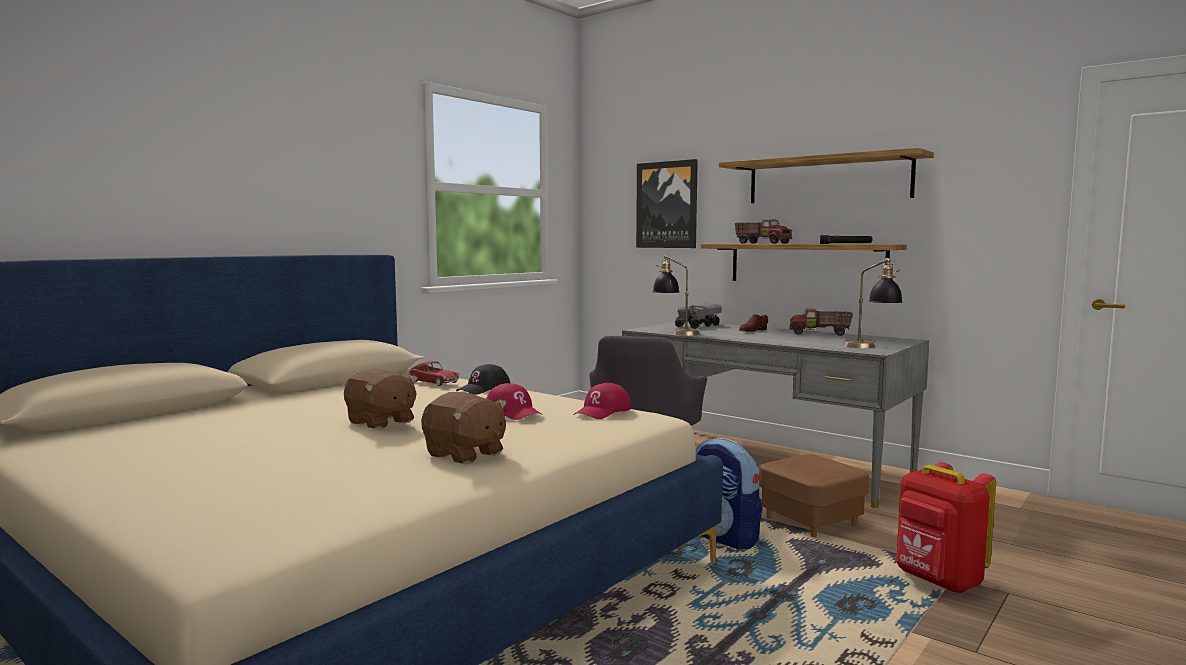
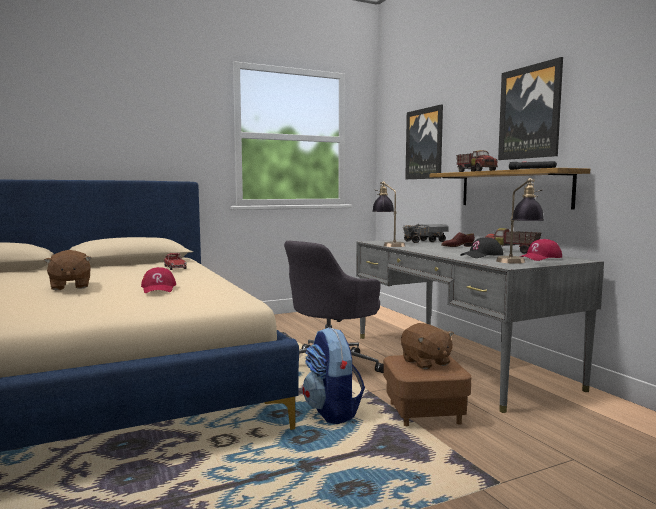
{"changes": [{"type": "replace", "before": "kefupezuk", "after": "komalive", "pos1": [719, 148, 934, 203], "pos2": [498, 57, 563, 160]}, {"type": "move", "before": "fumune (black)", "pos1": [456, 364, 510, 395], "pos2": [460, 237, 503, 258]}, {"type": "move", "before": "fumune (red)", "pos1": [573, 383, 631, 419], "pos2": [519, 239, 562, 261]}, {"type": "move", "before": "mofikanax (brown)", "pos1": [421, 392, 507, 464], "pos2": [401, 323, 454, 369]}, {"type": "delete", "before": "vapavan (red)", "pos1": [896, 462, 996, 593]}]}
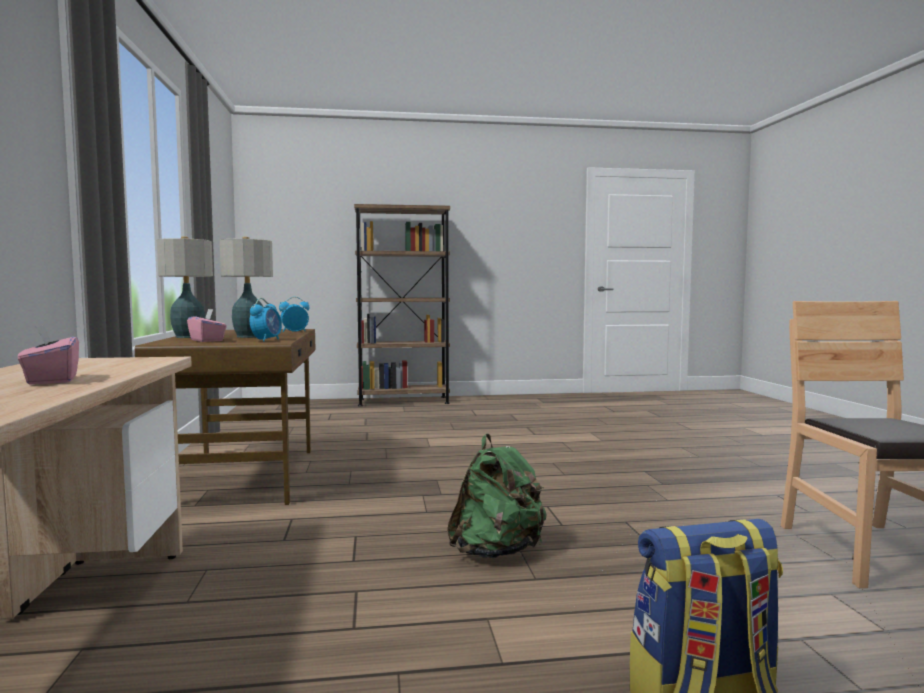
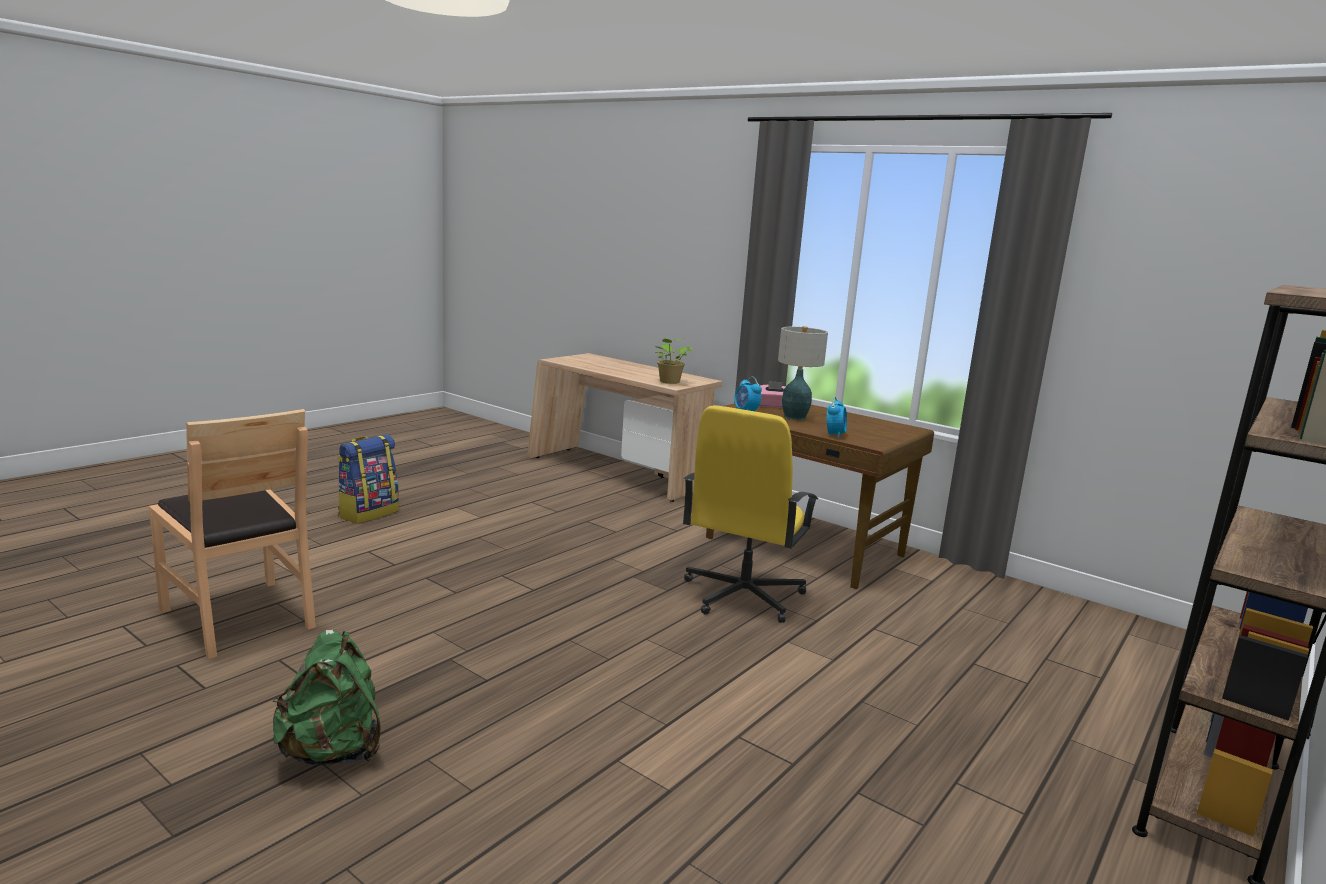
{"changes": [{"type": "delete", "before": "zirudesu", "pos1": [157, 236, 213, 338]}, {"type": "delete", "before": "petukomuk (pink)", "pos1": [18, 325, 79, 385]}, {"type": "move", "before": "vapavan (green)", "pos1": [447, 434, 547, 558], "pos2": [273, 630, 381, 765]}, {"type": "insert", "after": "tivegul", "pos2": [655, 338, 692, 384]}, {"type": "insert", "after": "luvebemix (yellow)", "pos2": [683, 405, 818, 623]}]}
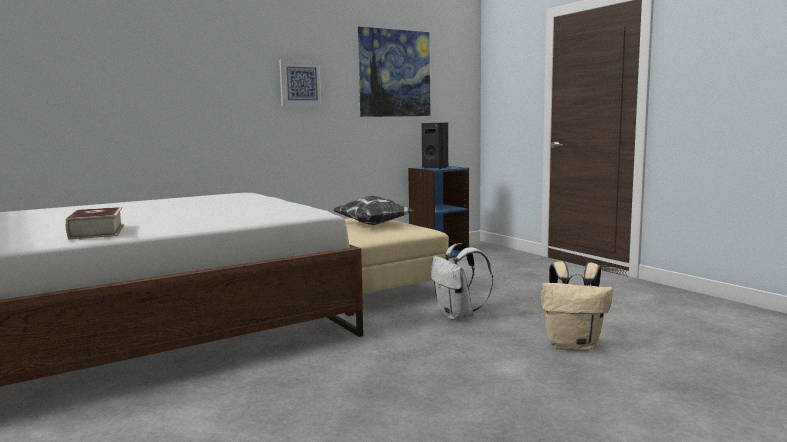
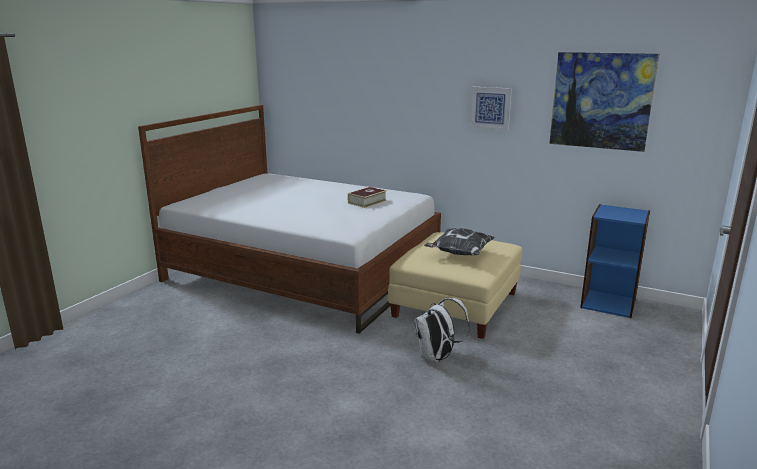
{"changes": [{"type": "delete", "before": "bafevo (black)", "pos1": [422, 123, 448, 169]}, {"type": "move", "before": "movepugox", "pos1": [66, 207, 124, 240], "pos2": [347, 187, 387, 208]}, {"type": "delete", "before": "vapavan (beige)", "pos1": [541, 261, 613, 351]}]}
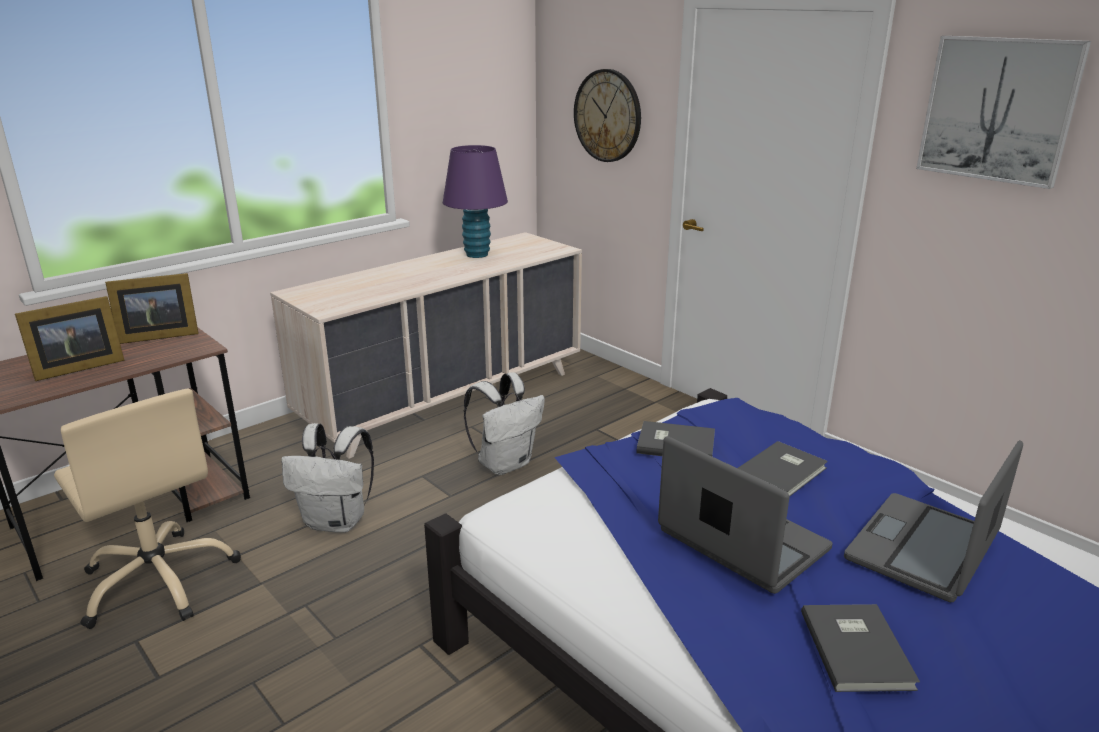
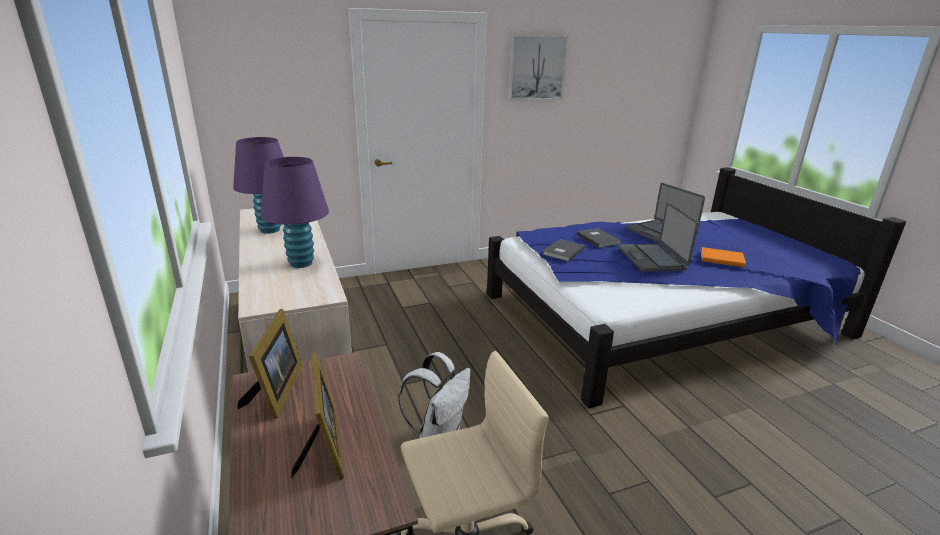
{"changes": [{"type": "delete", "before": "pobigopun", "pos1": [574, 69, 641, 162]}, {"type": "delete", "before": "vapavan (white)", "pos1": [463, 373, 545, 475]}, {"type": "rotate", "before": "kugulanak", "pos1": [658, 436, 833, 594], "pos2": [619, 202, 699, 272], "turn": -75}, {"type": "recolor", "before": "movepugox (grey)", "after": "movepugox (orange)", "pos1": [801, 604, 920, 692], "pos2": [701, 247, 746, 267]}, {"type": "insert", "after": "zirudesu (purple)", "pos2": [261, 157, 329, 268]}]}
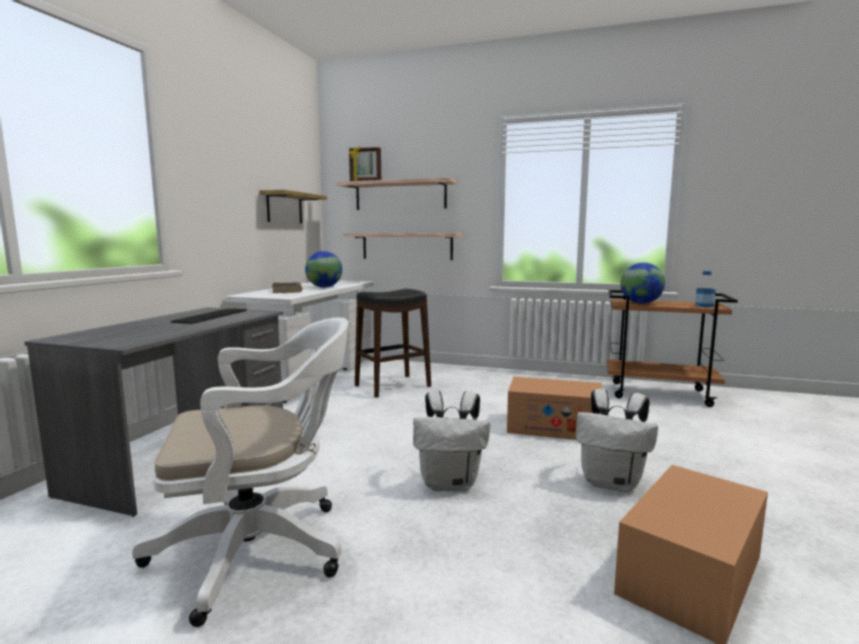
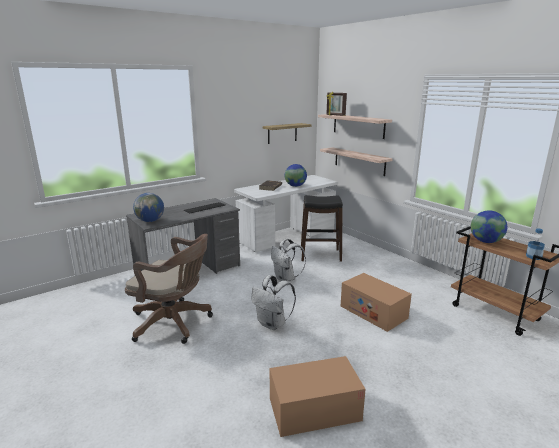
{"changes": [{"type": "recolor", "before": "luvebemix (white)", "after": "luvebemix (brown)", "pos1": [132, 317, 349, 627], "pos2": [125, 234, 213, 344]}, {"type": "move", "before": "vapavan (white)", "pos1": [576, 389, 658, 492], "pos2": [271, 239, 306, 282]}, {"type": "insert", "after": "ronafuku", "pos2": [133, 193, 164, 222]}]}
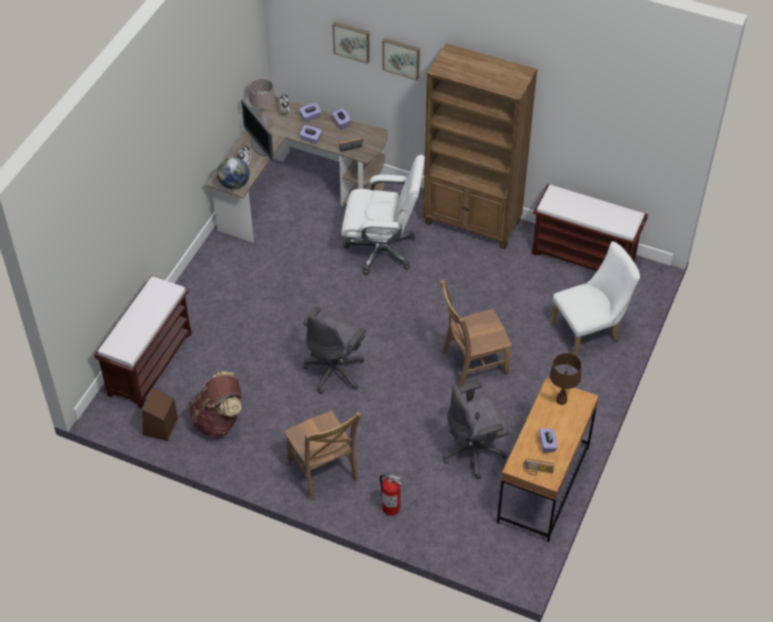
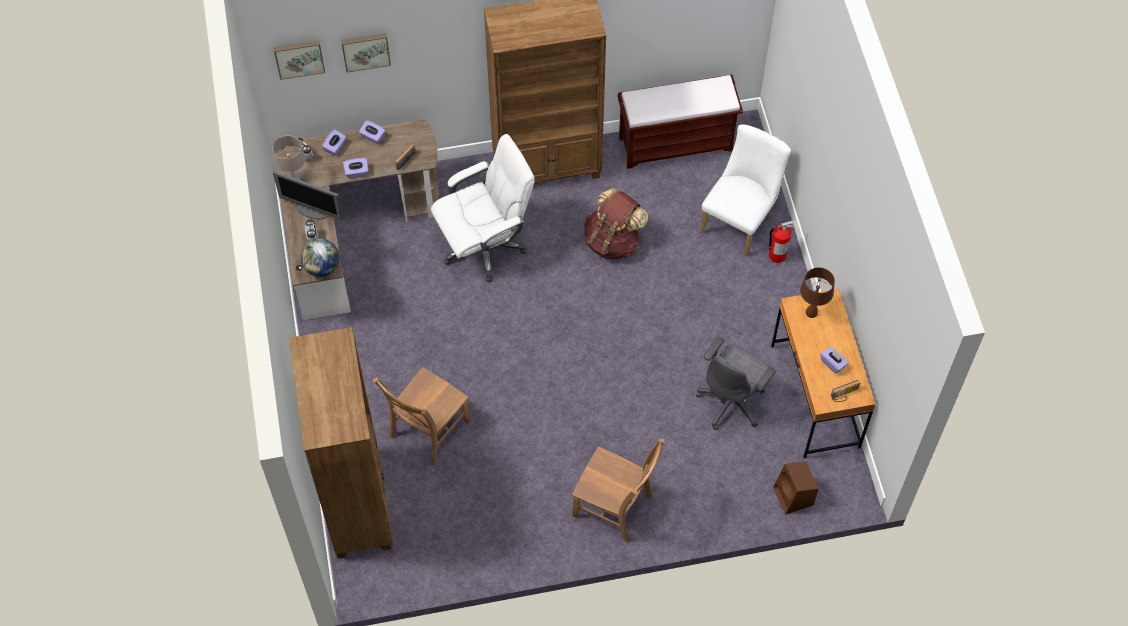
{"changes": [{"type": "move", "before": "komalive", "pos1": [382, 38, 420, 80], "pos2": [273, 40, 325, 80]}, {"type": "replace", "before": "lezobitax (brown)", "after": "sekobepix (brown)", "pos1": [94, 275, 192, 409], "pos2": [289, 327, 393, 558]}, {"type": "move", "before": "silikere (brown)", "pos1": [440, 280, 512, 387], "pos2": [373, 367, 470, 466]}, {"type": "delete", "before": "luvebemix (grey)", "pos1": [303, 307, 366, 394]}, {"type": "move", "before": "vapavan (brown)", "pos1": [189, 371, 242, 438], "pos2": [584, 188, 648, 260]}, {"type": "move", "before": "bafevo (brown)", "pos1": [142, 388, 178, 441], "pos2": [773, 462, 819, 515]}, {"type": "move", "before": "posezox", "pos1": [380, 475, 402, 516], "pos2": [769, 221, 794, 263]}]}
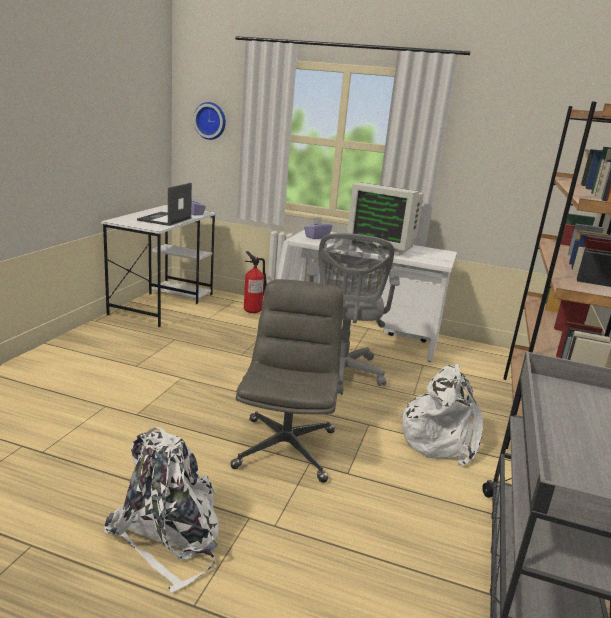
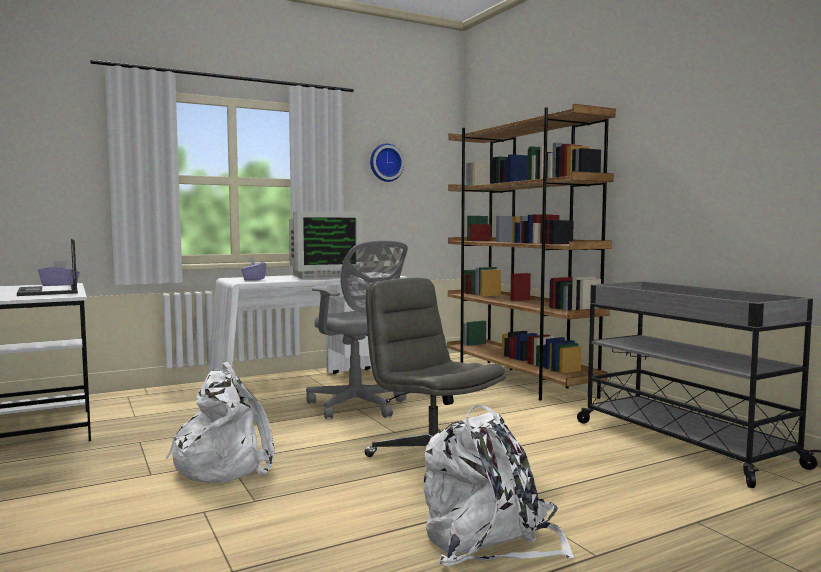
{"changes": [{"type": "move", "before": "pobigopun", "pos1": [193, 102, 226, 140], "pos2": [370, 144, 404, 182]}, {"type": "delete", "before": "posezox", "pos1": [244, 251, 267, 313]}, {"type": "move", "before": "vapavan (white)", "pos1": [399, 364, 483, 466], "pos2": [166, 362, 275, 483]}]}
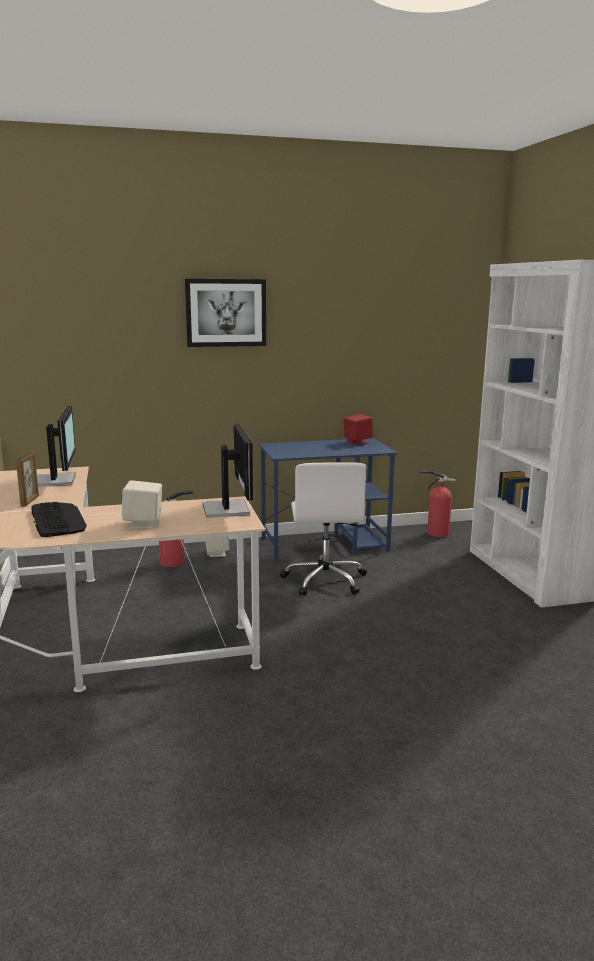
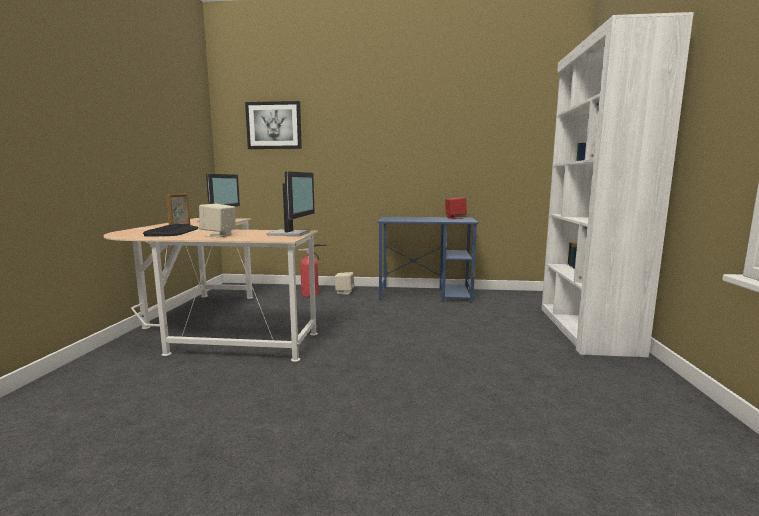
{"changes": [{"type": "move", "before": "komalive", "pos1": [185, 279, 266, 347], "pos2": [245, 101, 302, 149]}, {"type": "delete", "before": "luvebemix (white)", "pos1": [280, 462, 367, 596]}, {"type": "delete", "before": "posezox", "pos1": [420, 469, 456, 537]}]}
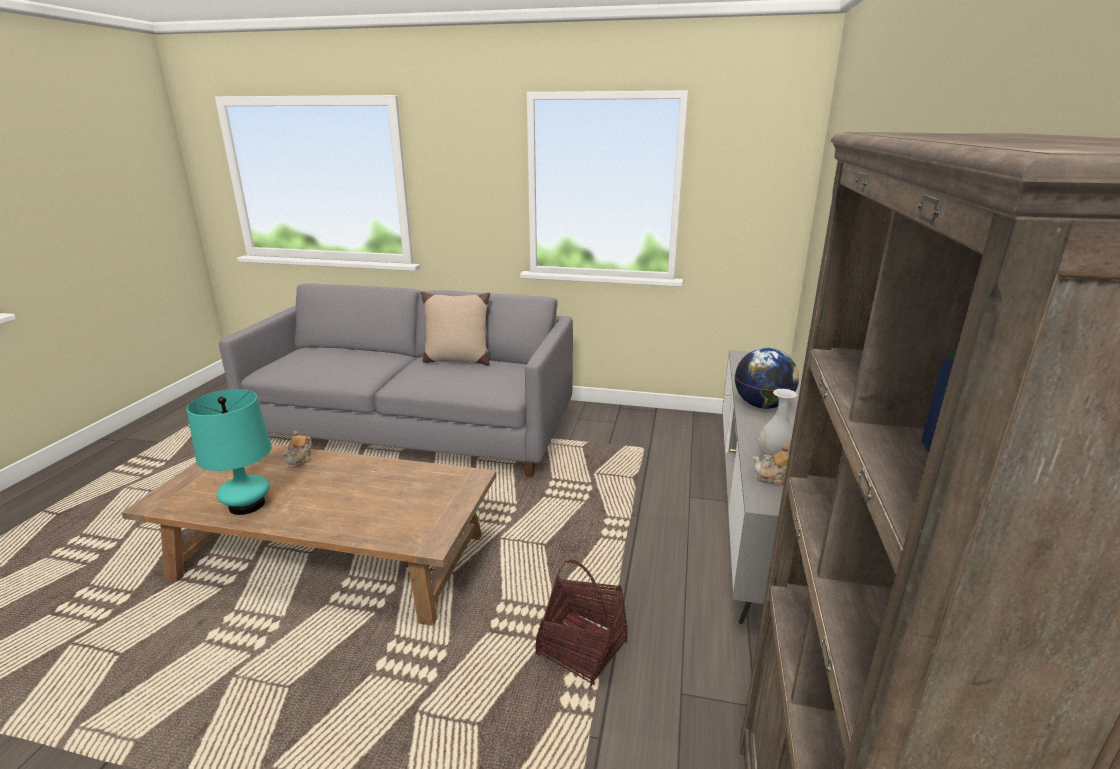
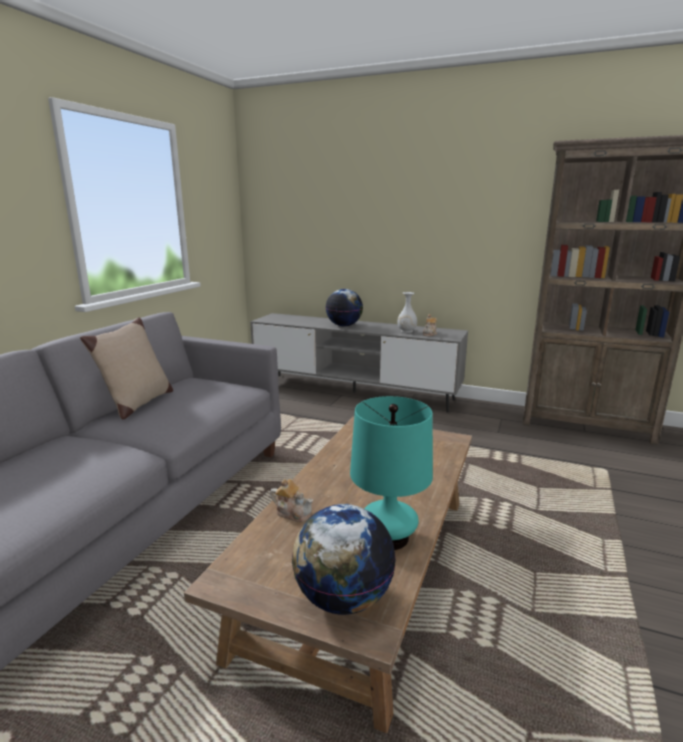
{"changes": [{"type": "delete", "before": "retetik", "pos1": [535, 560, 628, 686]}, {"type": "insert", "after": "ronafuku", "pos2": [292, 504, 396, 615]}]}
